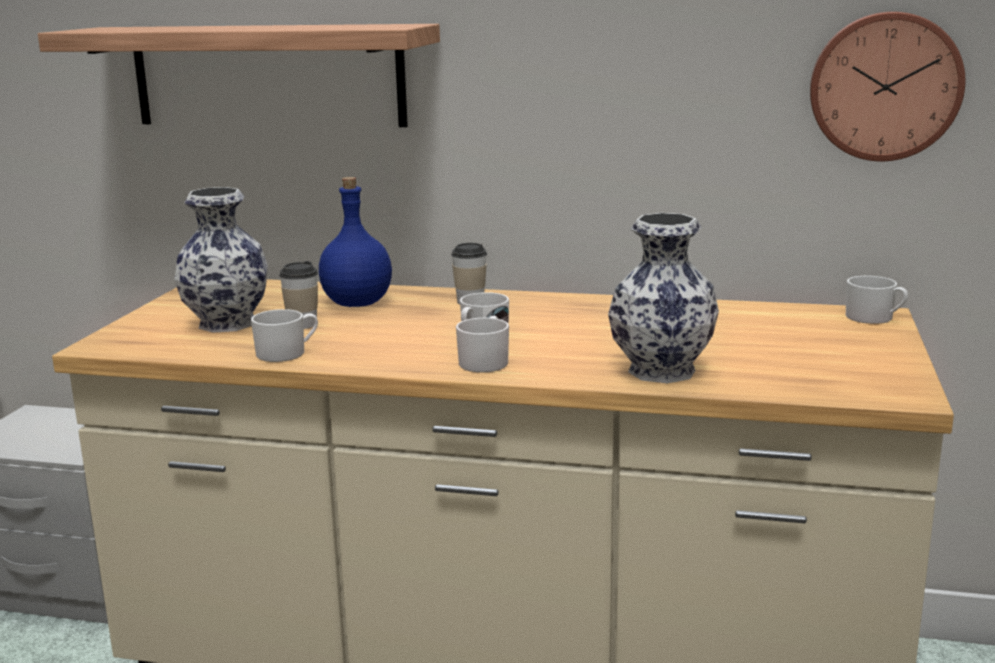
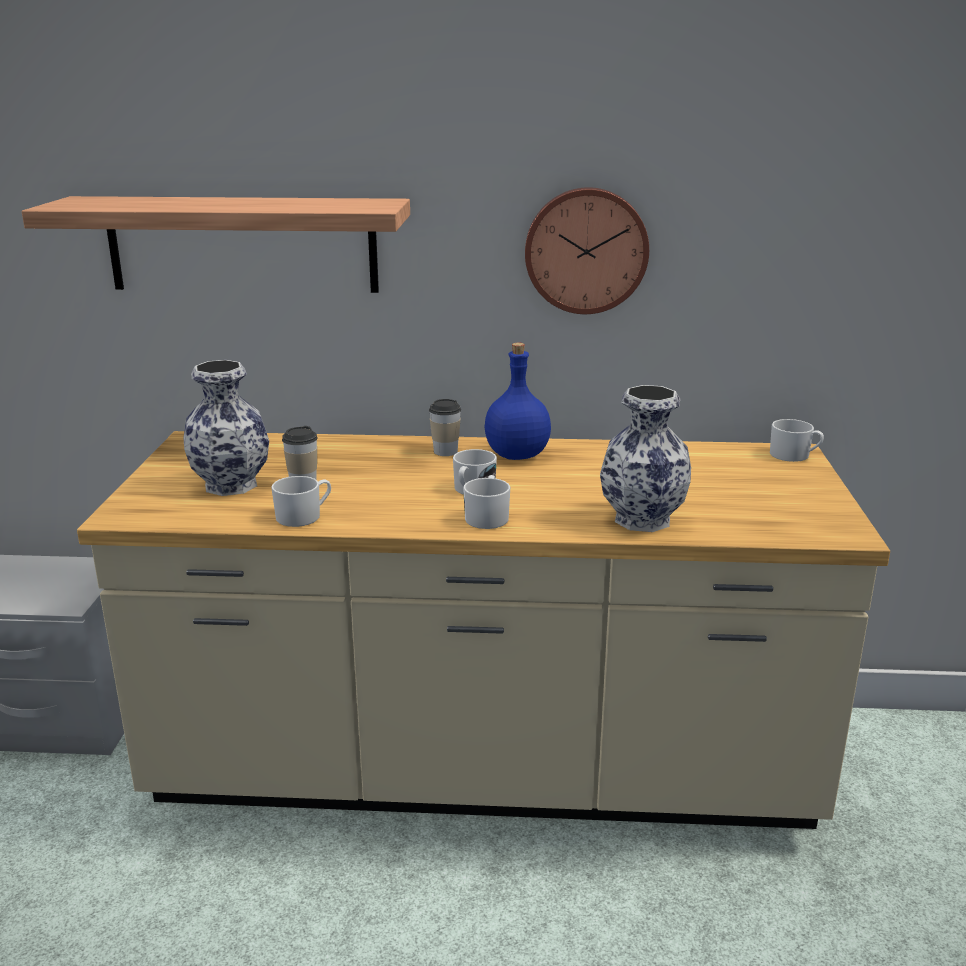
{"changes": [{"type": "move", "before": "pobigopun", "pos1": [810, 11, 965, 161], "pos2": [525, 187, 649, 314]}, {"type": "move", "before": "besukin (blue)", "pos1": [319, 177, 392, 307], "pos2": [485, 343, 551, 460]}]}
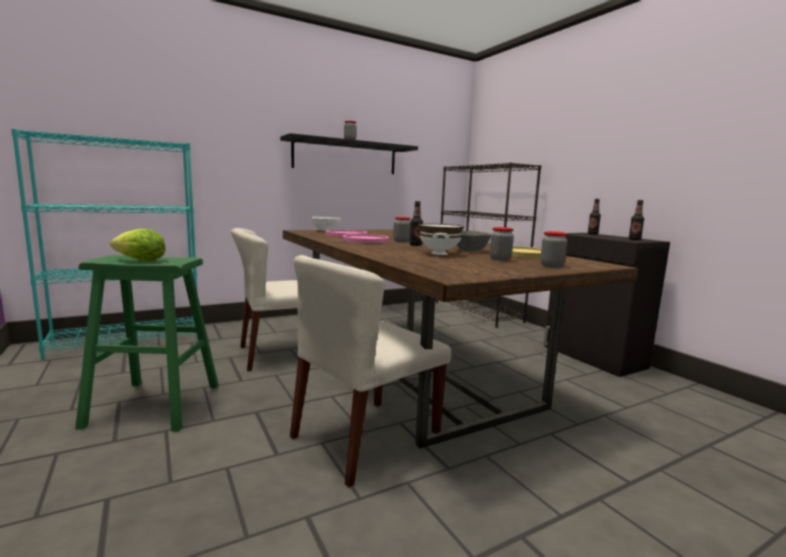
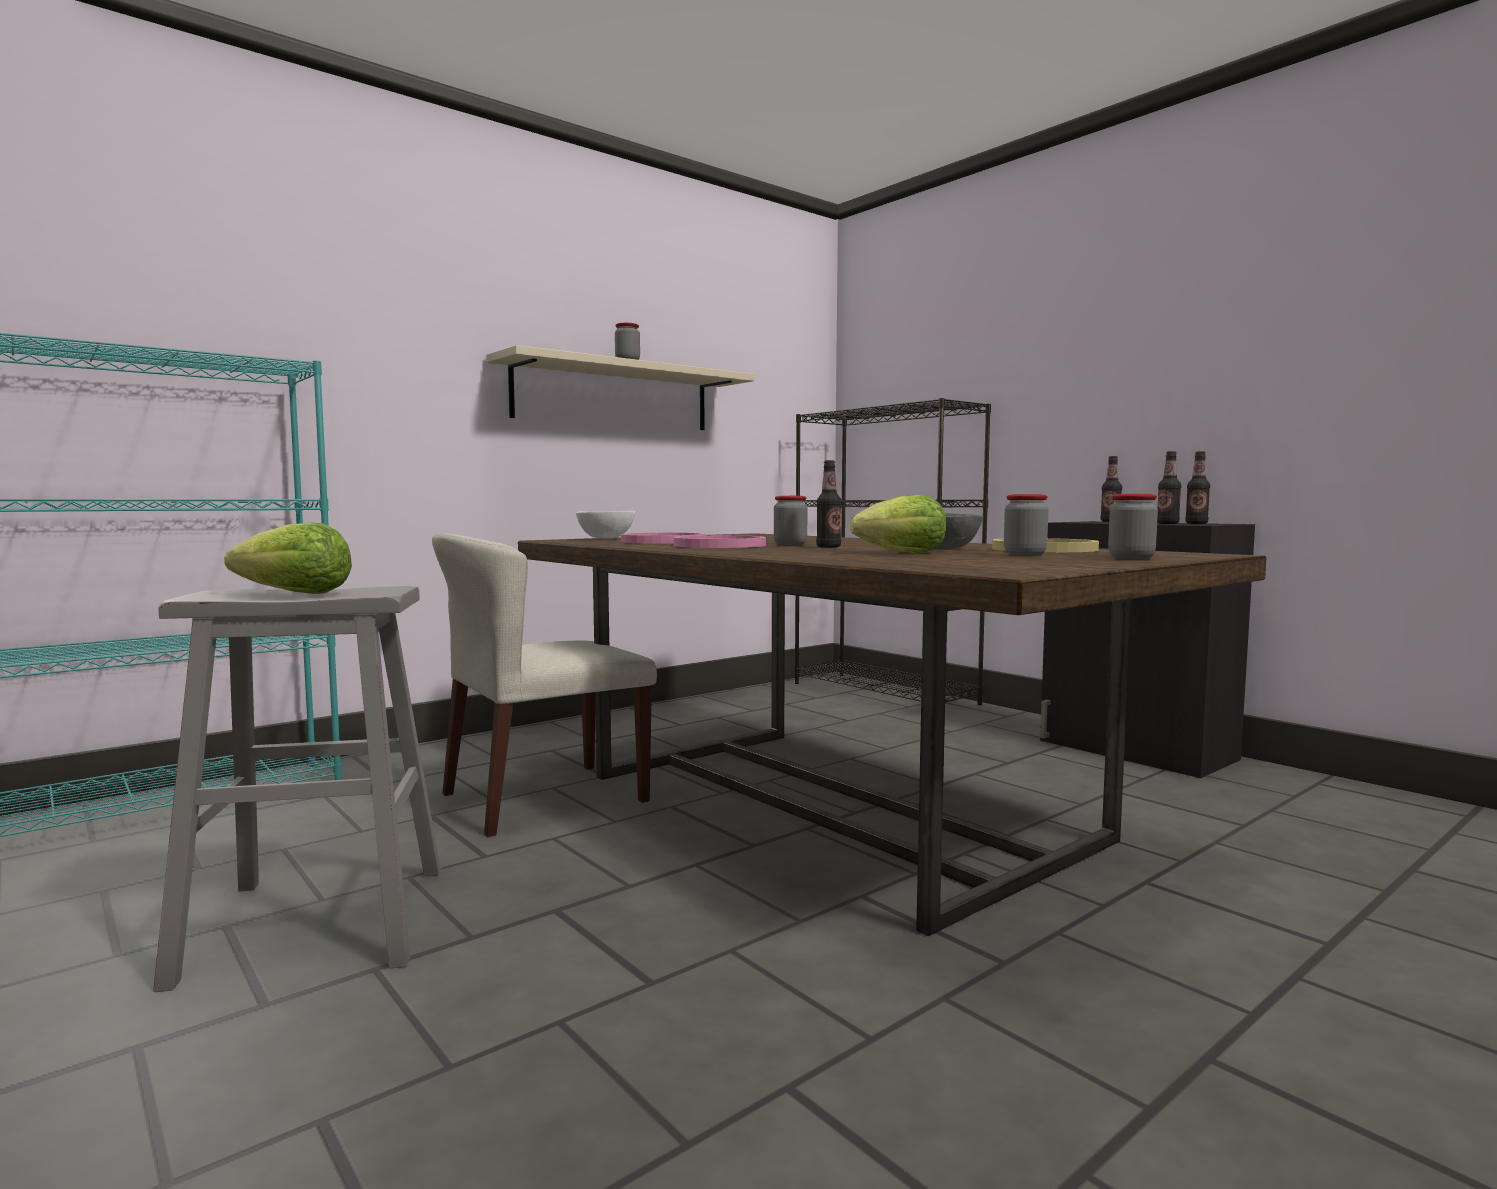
{"changes": [{"type": "recolor", "before": "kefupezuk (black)", "after": "kefupezuk (beige)", "pos1": [280, 133, 418, 174], "pos2": [486, 345, 755, 430]}, {"type": "replace", "before": "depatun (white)", "after": "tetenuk", "pos1": [418, 224, 464, 255], "pos2": [850, 495, 946, 553]}, {"type": "recolor", "before": "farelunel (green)", "after": "farelunel (grey)", "pos1": [75, 255, 219, 431], "pos2": [153, 586, 441, 992]}, {"type": "delete", "before": "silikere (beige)", "pos1": [290, 255, 451, 488]}, {"type": "insert", "after": "besukin", "pos2": [1157, 451, 1181, 524]}]}
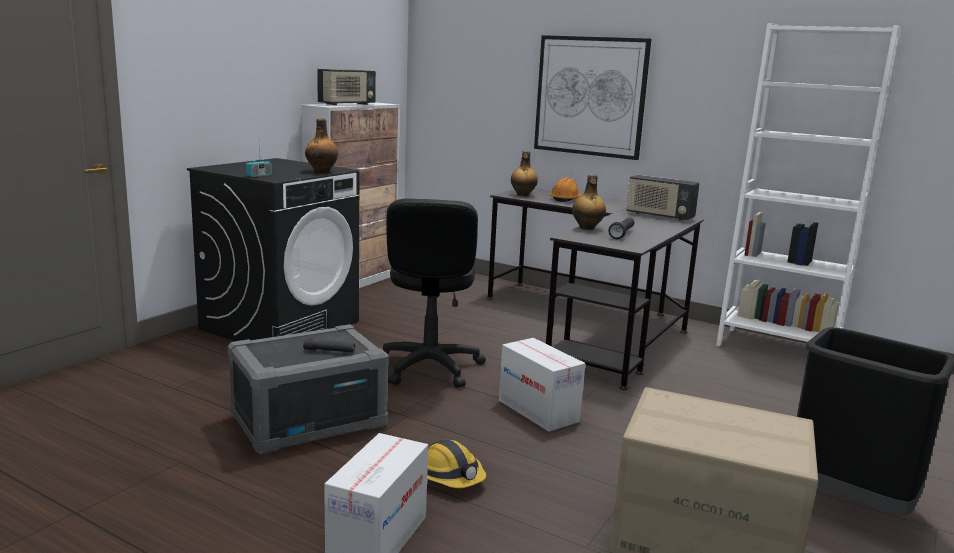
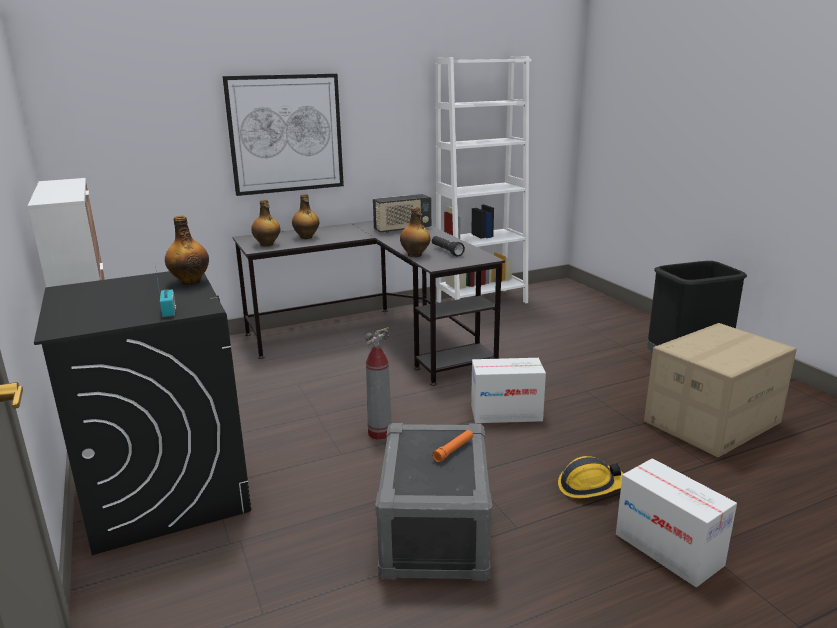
{"changes": [{"type": "delete", "before": "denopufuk", "pos1": [317, 69, 376, 105]}, {"type": "replace", "before": "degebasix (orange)", "after": "besukin", "pos1": [550, 177, 581, 202], "pos2": [292, 194, 319, 239]}, {"type": "replace", "before": "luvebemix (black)", "after": "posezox", "pos1": [382, 199, 486, 388], "pos2": [365, 327, 392, 440]}, {"type": "recolor", "before": "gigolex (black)", "after": "gigolex (orange)", "pos1": [303, 338, 355, 352], "pos2": [432, 430, 473, 462]}]}
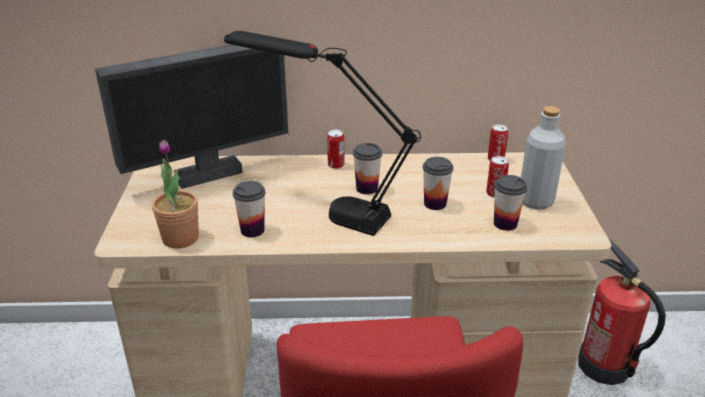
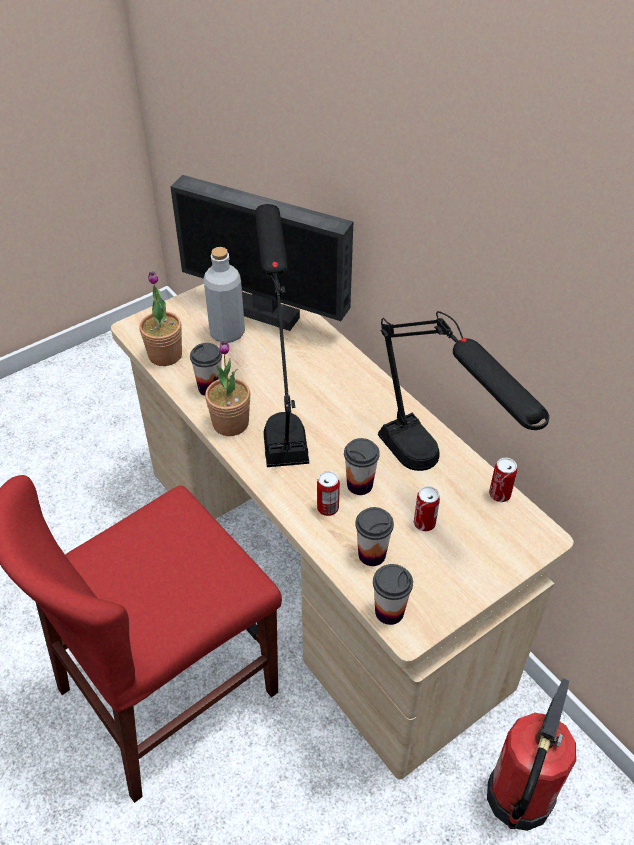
{"changes": [{"type": "move", "before": "besukin (grey)", "pos1": [521, 106, 566, 210], "pos2": [204, 247, 245, 343]}, {"type": "move", "before": "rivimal", "pos1": [327, 130, 345, 169], "pos2": [317, 471, 340, 516]}, {"type": "move", "before": "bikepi", "pos1": [353, 143, 382, 195], "pos2": [373, 564, 413, 625]}, {"type": "insert", "after": "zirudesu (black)", "pos2": [378, 311, 549, 471]}, {"type": "insert", "after": "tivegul", "pos2": [205, 341, 250, 436]}]}
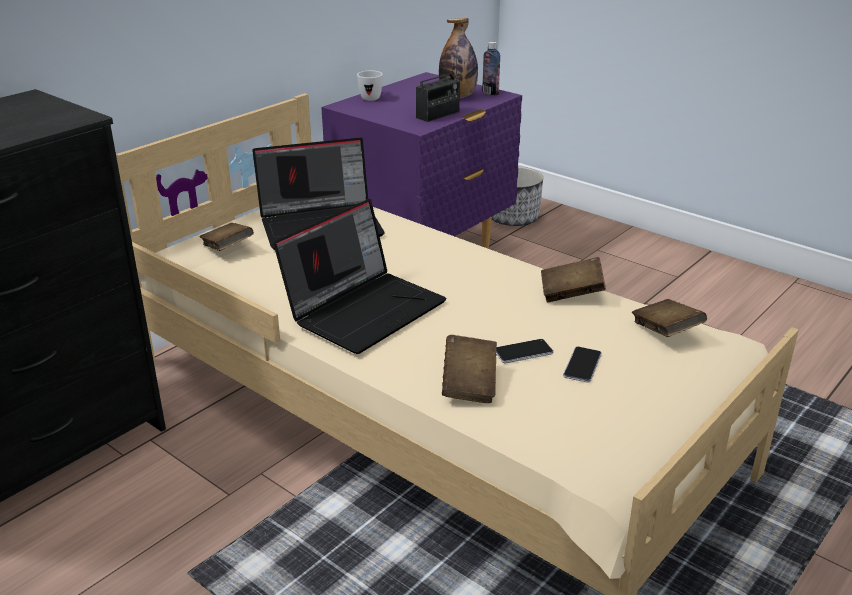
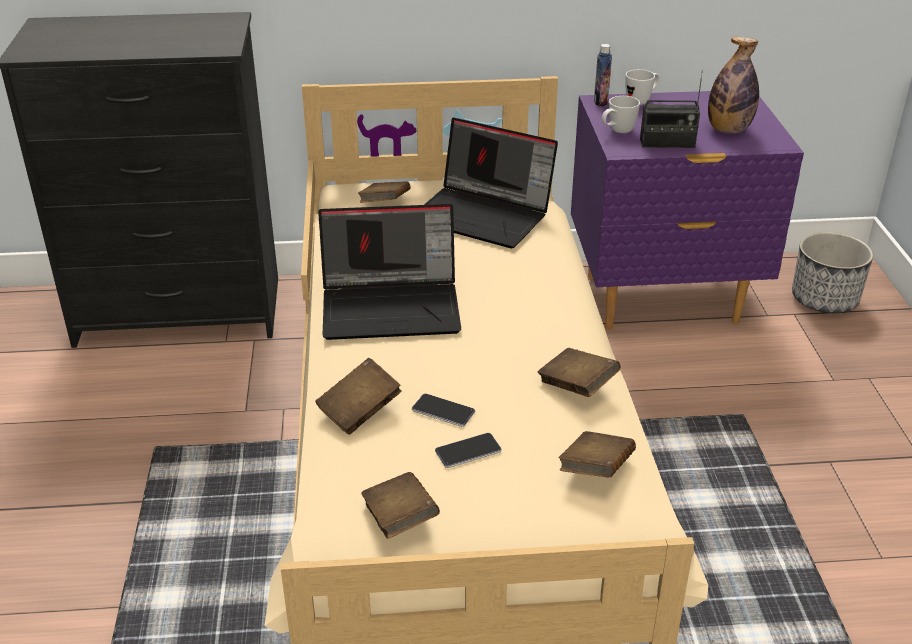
{"changes": [{"type": "move", "before": "besukin", "pos1": [482, 42, 500, 96], "pos2": [594, 44, 612, 106]}, {"type": "insert", "after": "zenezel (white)", "pos2": [602, 96, 640, 133]}, {"type": "insert", "after": "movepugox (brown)", "pos2": [361, 472, 440, 539]}]}
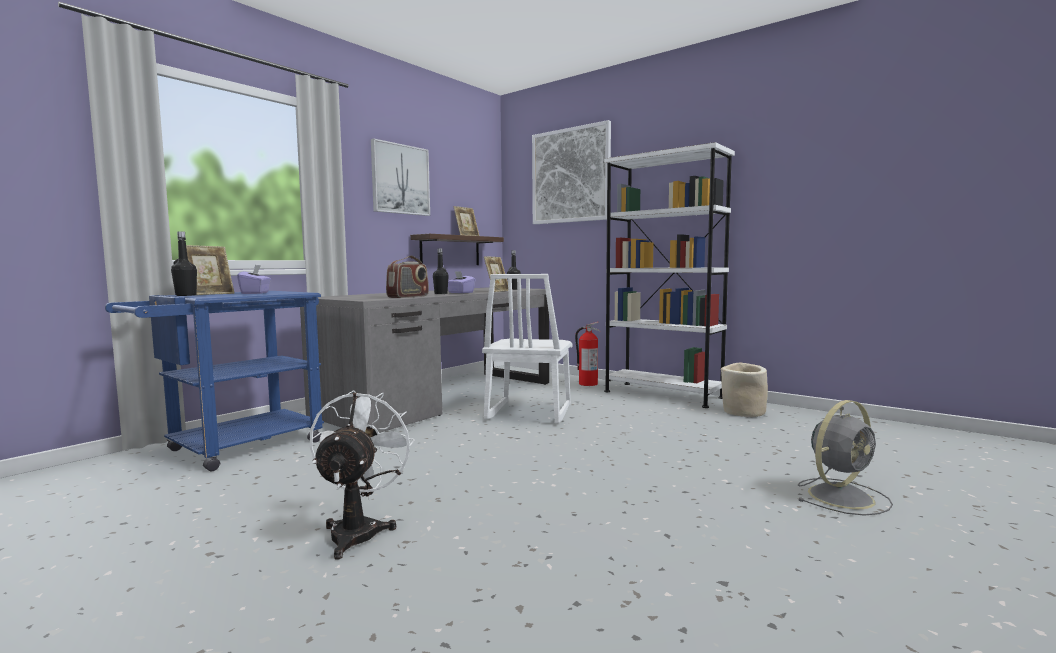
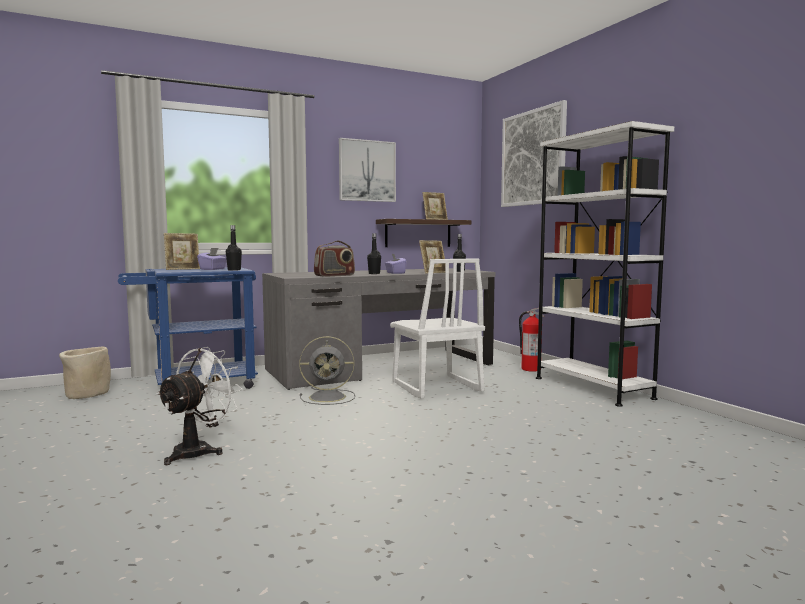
{"changes": [{"type": "move", "before": "besukin (black)", "pos1": [171, 231, 197, 296], "pos2": [226, 225, 242, 271]}, {"type": "rotate", "before": "silikere (white)", "pos1": [482, 274, 572, 423], "pos2": [390, 258, 485, 399], "turn": -60}, {"type": "move", "before": "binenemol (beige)", "pos1": [721, 363, 768, 417], "pos2": [59, 347, 111, 399]}, {"type": "move", "before": "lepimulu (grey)", "pos1": [797, 400, 893, 516], "pos2": [299, 336, 355, 405]}]}
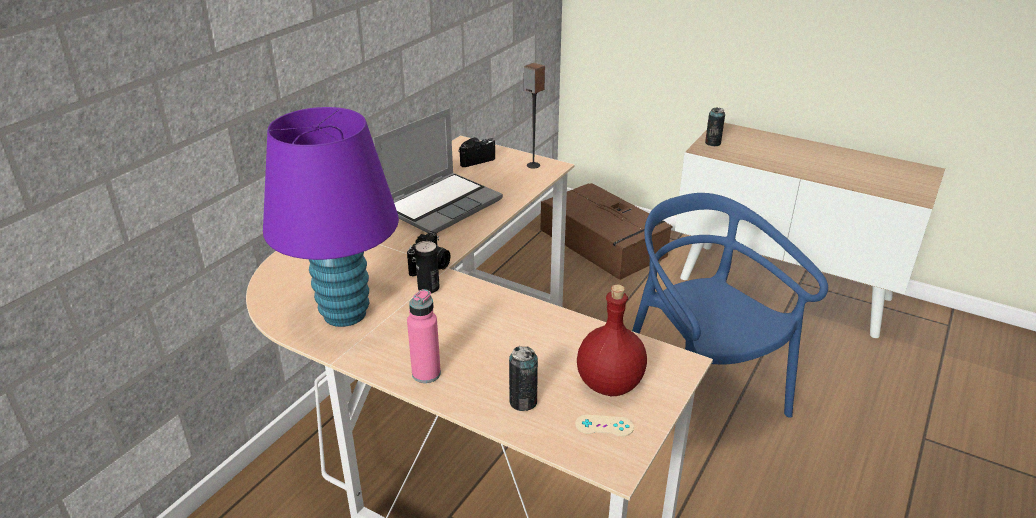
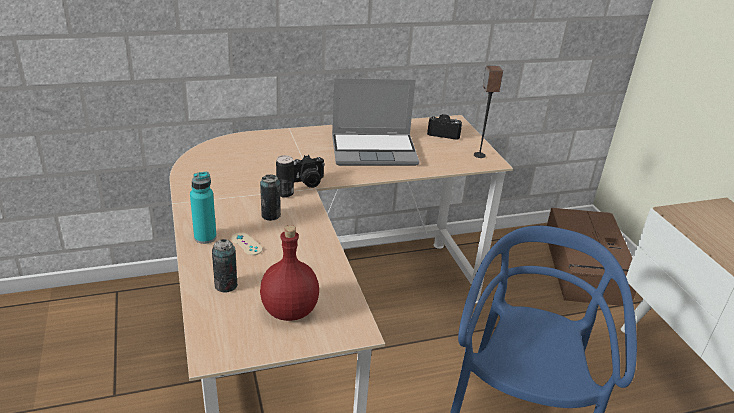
{"changes": [{"type": "delete", "before": "zirudesu (purple)", "pos1": [263, 107, 399, 327]}, {"type": "move", "before": "rivimal", "pos1": [705, 108, 725, 146], "pos2": [260, 175, 281, 221]}, {"type": "recolor", "before": "besukin (pink)", "after": "besukin (turquoise)", "pos1": [407, 289, 441, 383], "pos2": [190, 172, 217, 244]}, {"type": "move", "before": "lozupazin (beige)", "pos1": [575, 415, 634, 436], "pos2": [231, 233, 263, 255]}]}
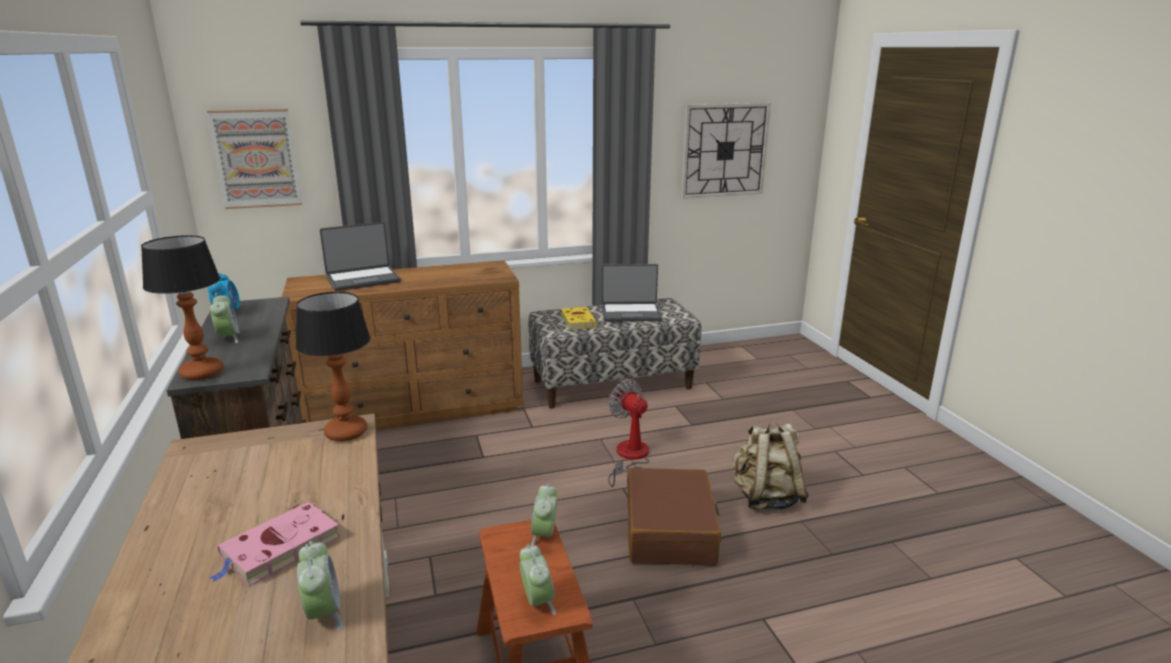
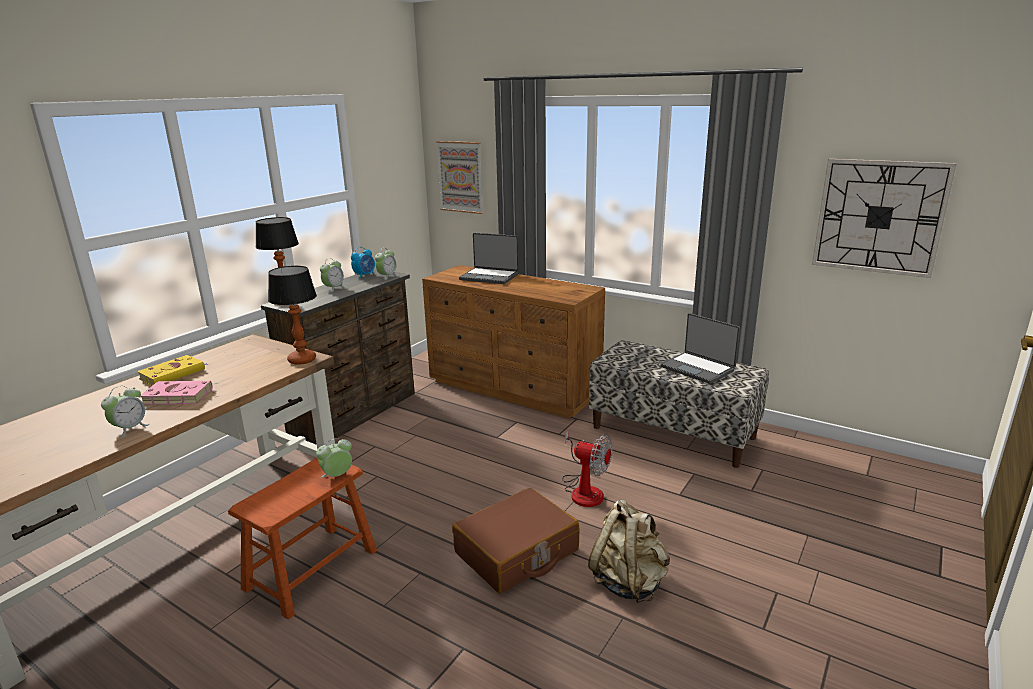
{"changes": [{"type": "move", "before": "movepugox (yellow)", "pos1": [561, 307, 598, 330], "pos2": [137, 355, 208, 386]}, {"type": "rotate", "before": "lepimulu", "pos1": [608, 380, 649, 487], "pos2": [562, 431, 613, 507], "turn": 105}, {"type": "move", "before": "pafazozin", "pos1": [520, 545, 556, 615], "pos2": [375, 250, 397, 280]}]}
